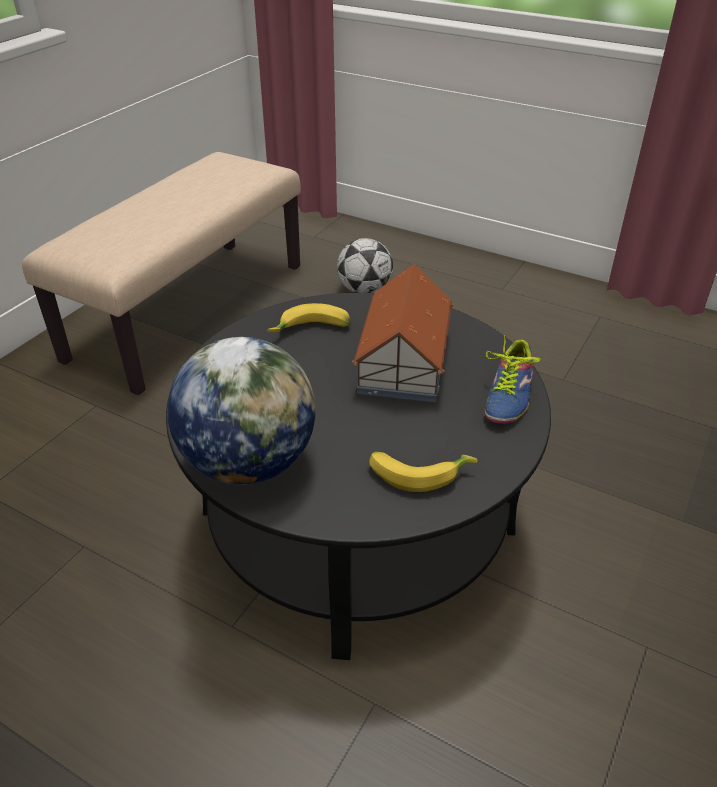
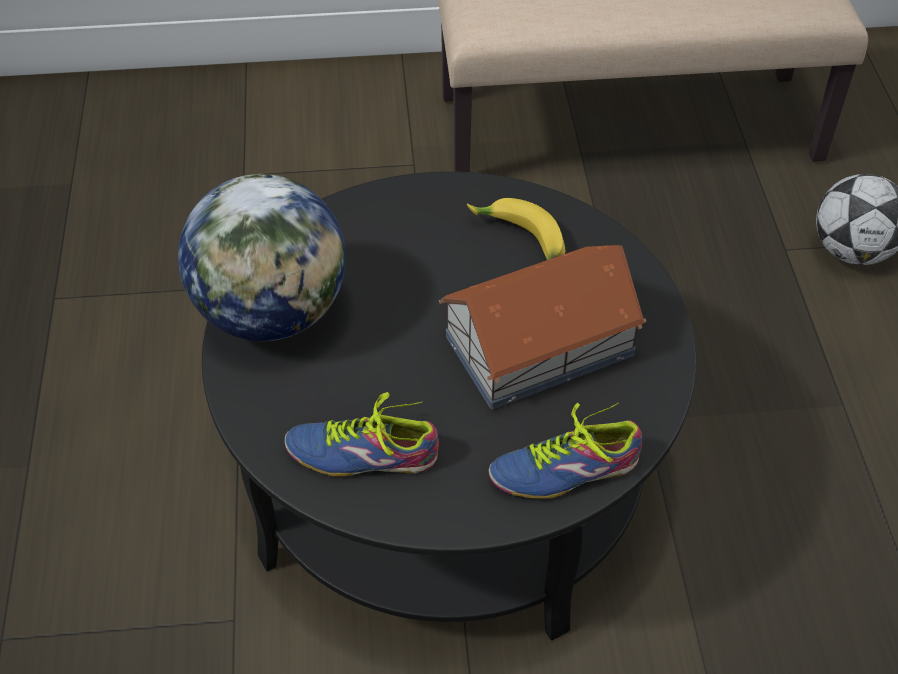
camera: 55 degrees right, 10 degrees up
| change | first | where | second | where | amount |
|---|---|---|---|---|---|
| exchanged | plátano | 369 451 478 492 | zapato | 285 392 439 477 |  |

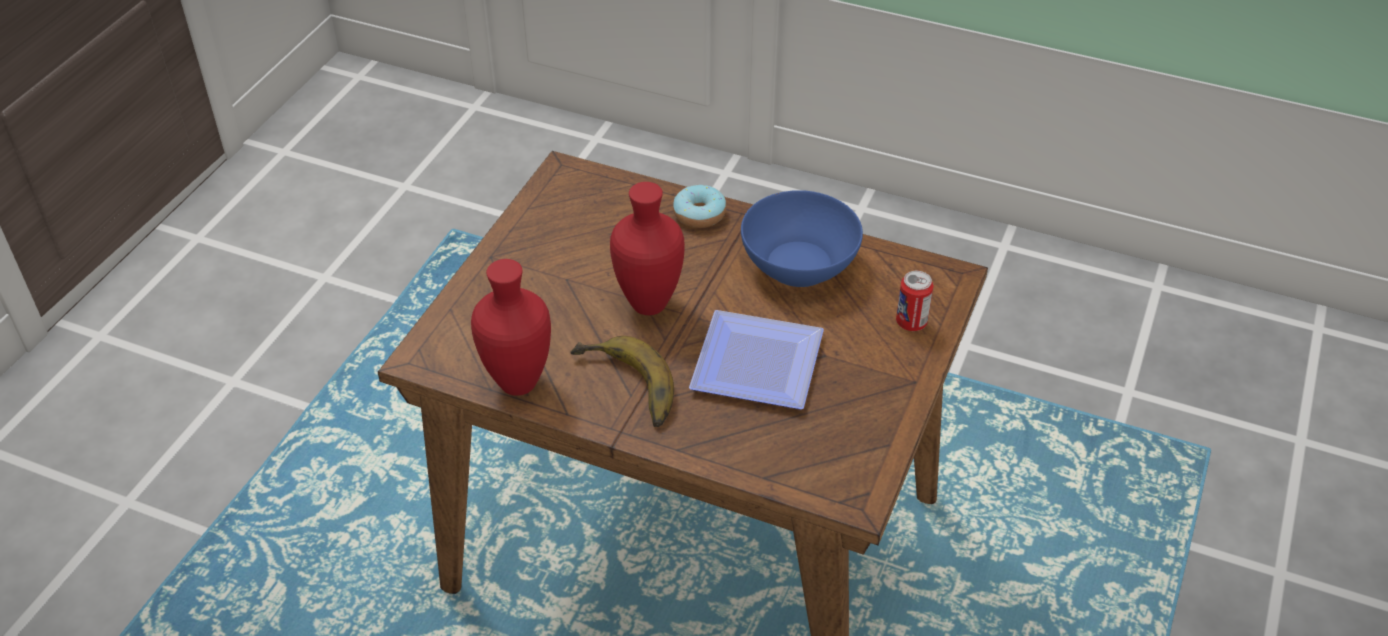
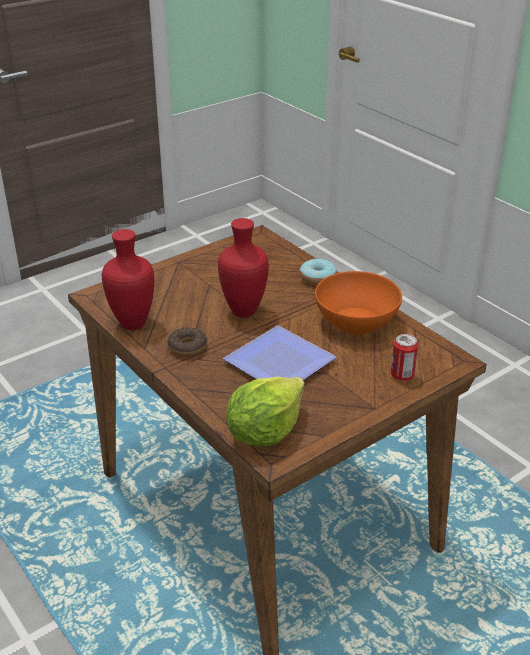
camera: 30 degrees right, 10 degrees down
| change | first | where | second | where | amount |
|---|---|---|---|---|---|
| exchanged | plátano | 570 336 674 427 | rosquilla | 167 327 207 357 |  |
| appeared |  |  | lechuga | 226 377 305 447 |  |
| colour | cuenco/azul | 741 190 863 287 | cuenco/naranja | 315 271 402 335 |  |

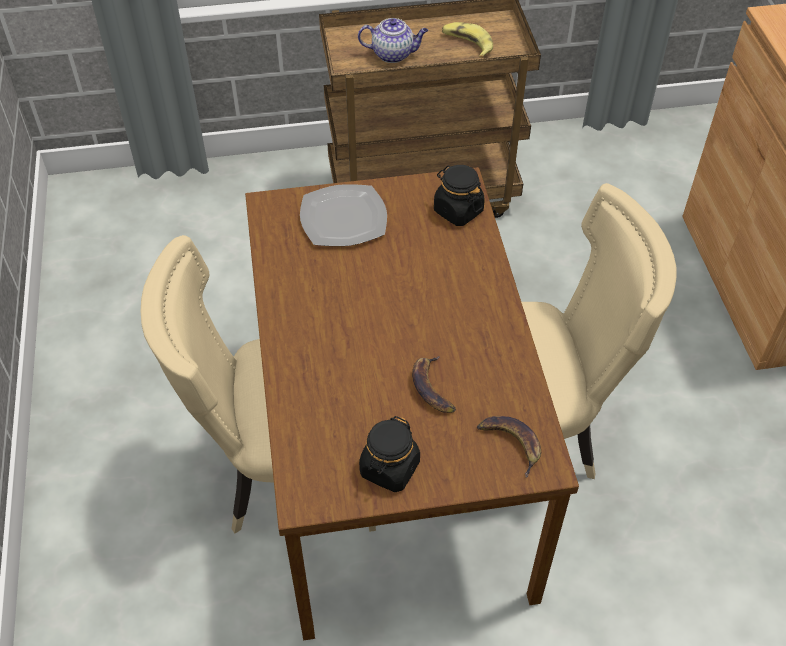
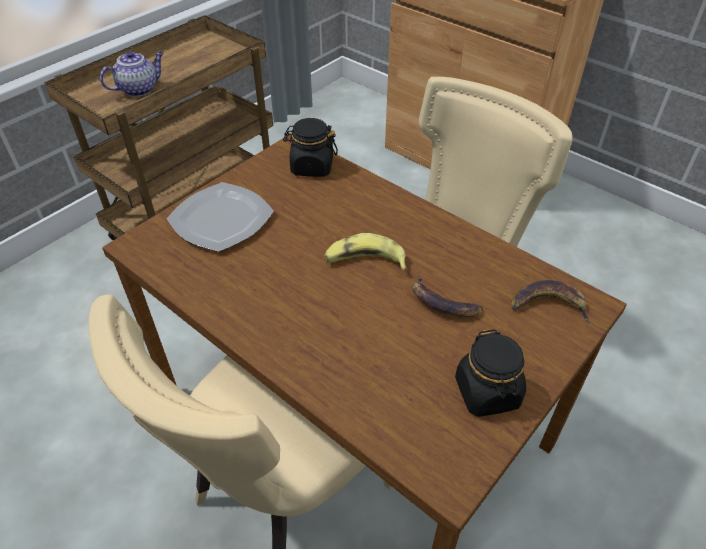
camera: 40 degrees left, 5 degrees down
| change | first | where | second | where | amount |
|---|---|---|---|---|---|
| relocated | plátano | 442 22 493 58 |  | 324 233 407 271 |  |

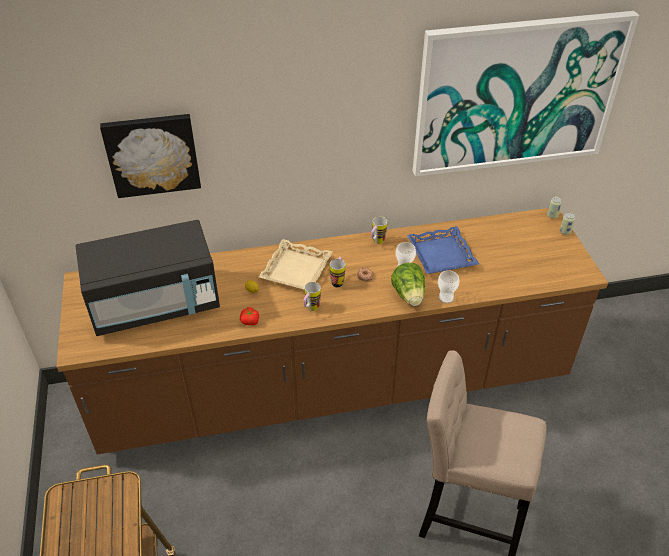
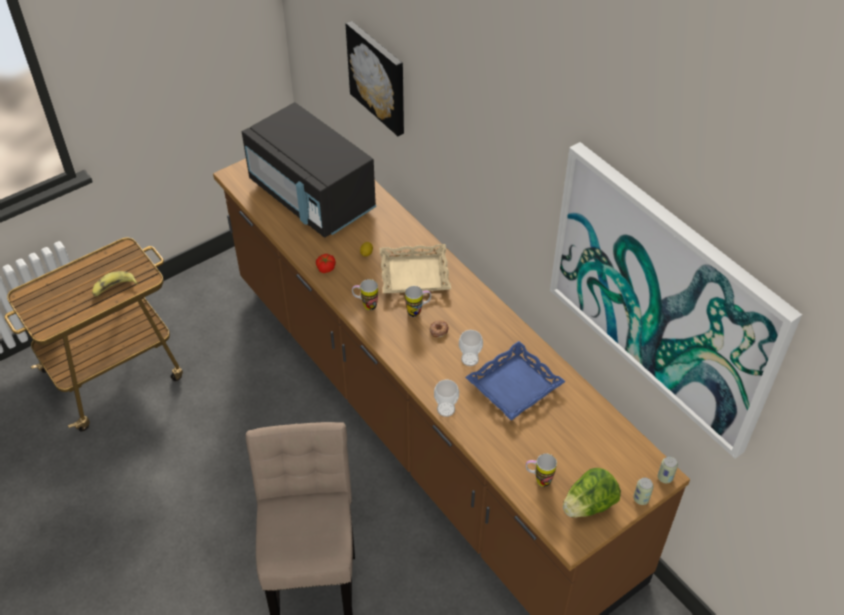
camera: 65 degrees right, 5 degrees up
| change | first | where | second | where | amount |
|---|---|---|---|---|---|
| appeared |  |  | plátano | 92 271 138 297 |  |
| relocated | taza grande | 371 216 387 244 |  | 526 454 557 487 |  |
| relocated | lechuga | 391 263 425 306 |  | 563 468 621 518 |  |

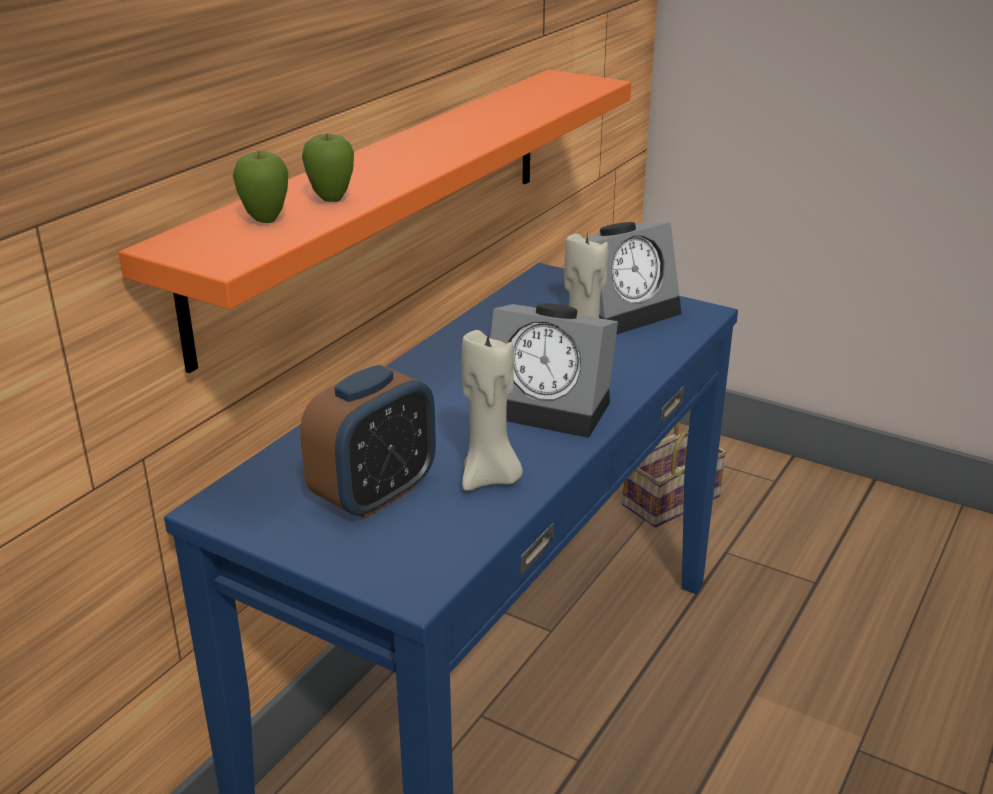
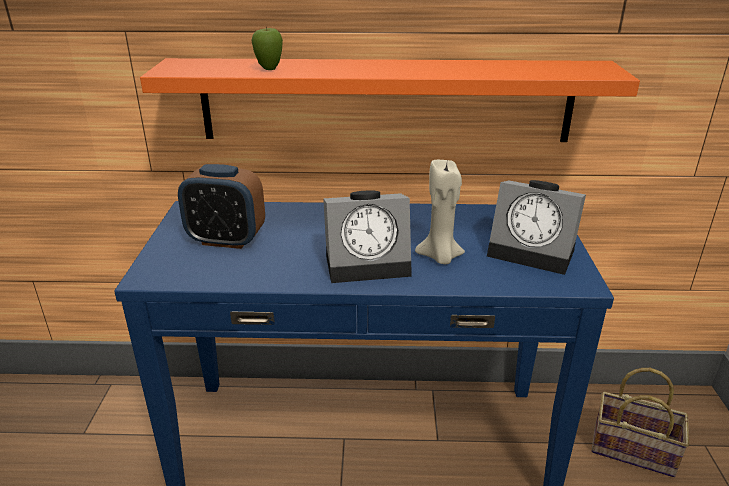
camera: 60 degrees right, 0 degrees up
| change | first | where | second | where | amount |
|---|---|---|---|---|---|
| spun | despertador | 491 303 618 438 |  | 323 190 412 283 | 90 degrees counterclockwise |
| missing | manzana | 233 151 288 223 |  |  |  |
| missing | vela/beis | 462 330 523 491 |  |  |  |

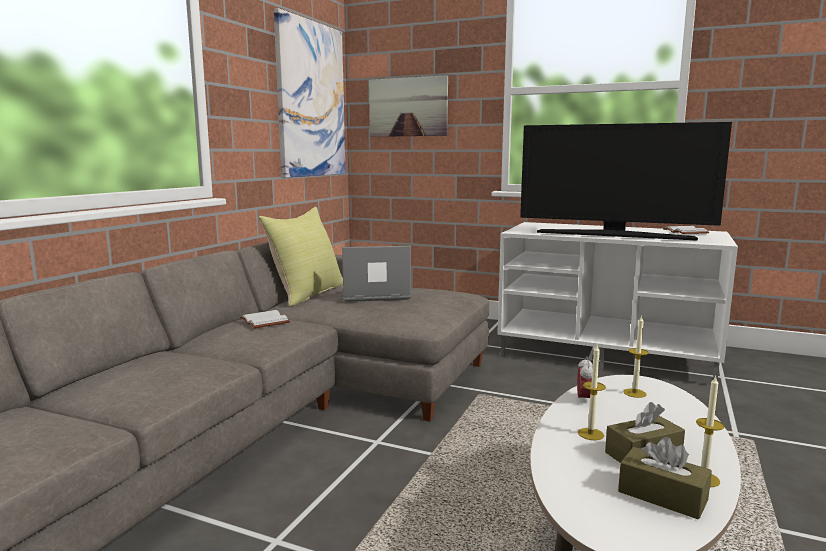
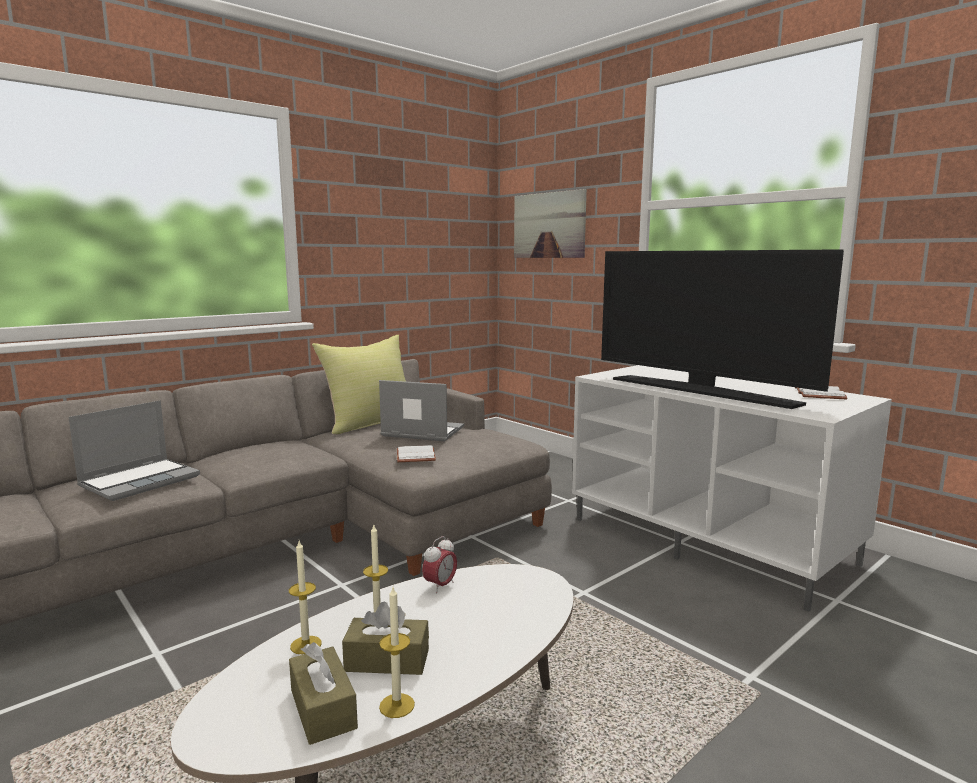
camera: 25 degrees right, 0 degrees up
| change | first | where | second | where | amount |
|---|---|---|---|---|---|
| appeared |  |  | portátil | 68 400 200 501 |  |
| relocated | vela | 624 315 649 398 |  | 289 541 321 654 |  |
| relocated | libro/blanco | 240 310 290 328 |  | 397 445 436 462 |  |
| missing | cuadro | 274 8 346 178 |  |  |  |

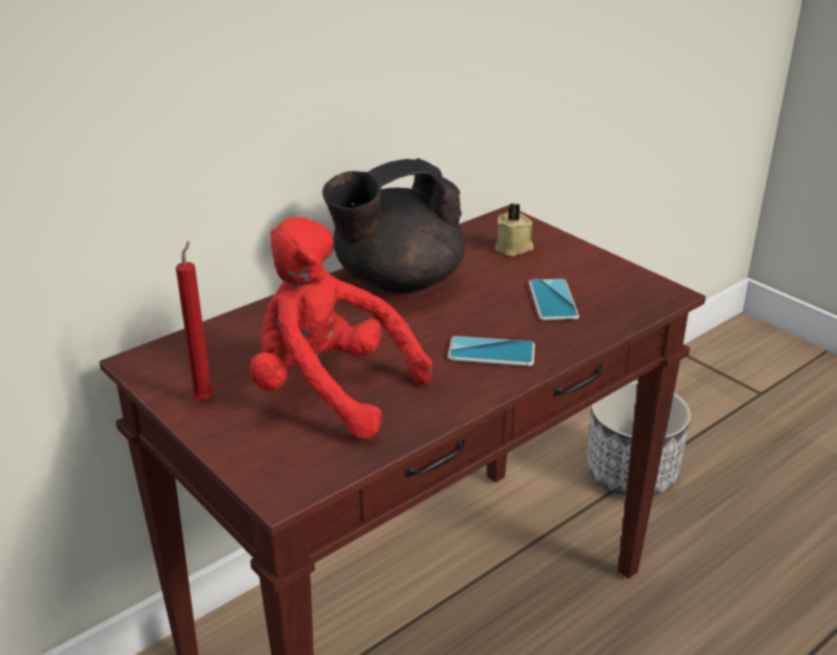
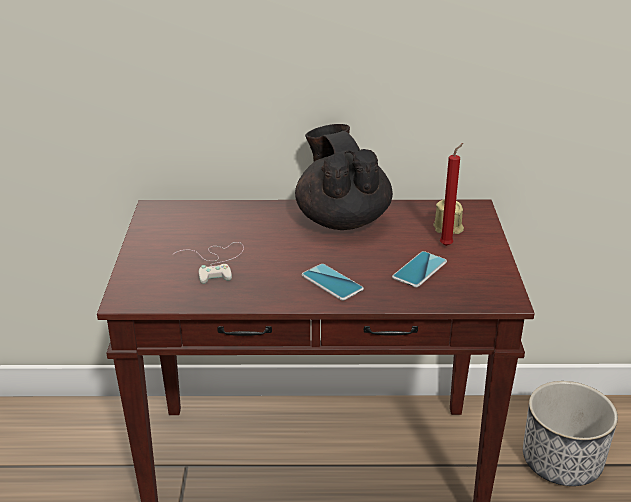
camera: 40 degrees right, 0 degrees up
| change | first | where | second | where | amount |
|---|---|---|---|---|---|
| exchanged | peluche/rojo | 249 217 432 438 | mando de consola/blanco | 172 242 244 284 |  |
| spun | tetera/negro | 322 158 465 294 |  | 295 124 393 230 | 60 degrees clockwise |
| relocated | vela/rojo | 176 241 214 401 |  | 440 143 463 246 |  |

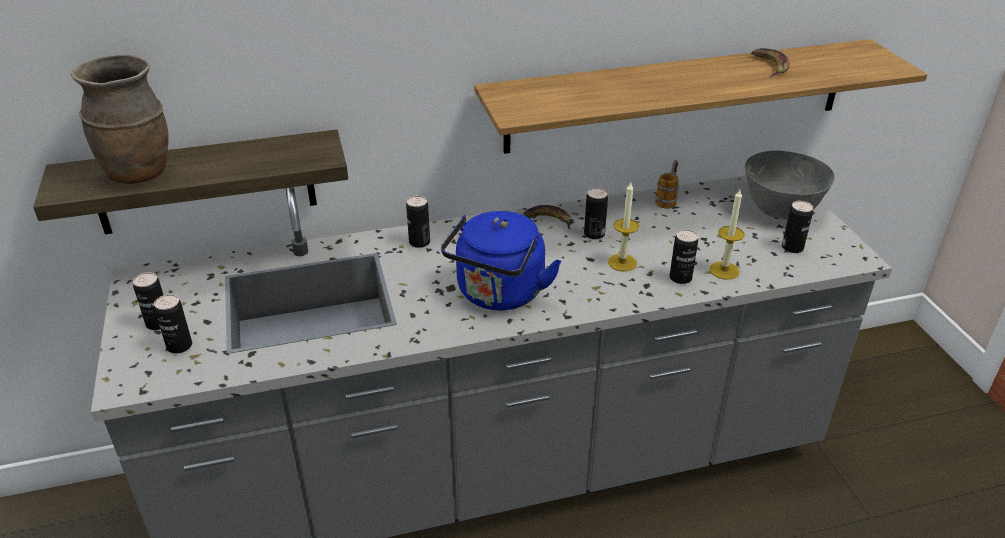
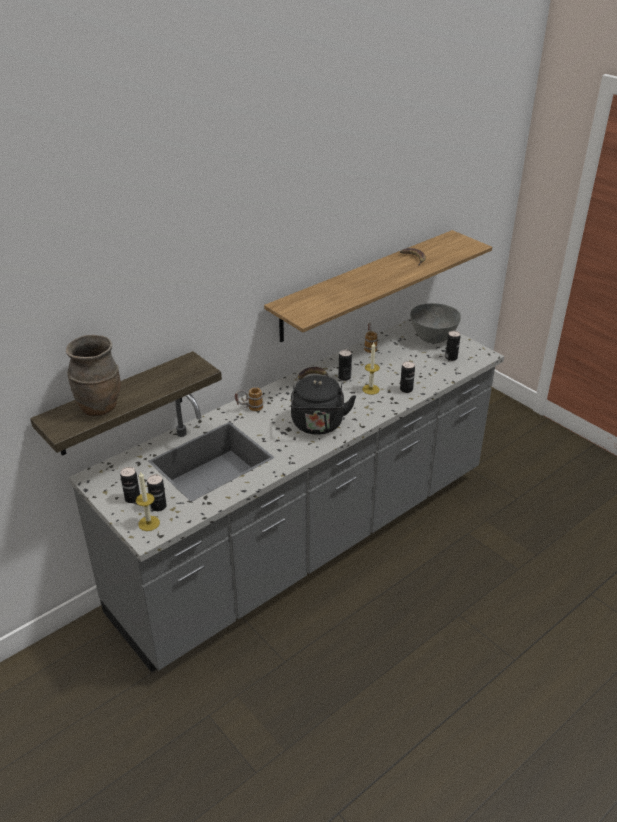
camera: 25 degrees left, 0 degrees up
| change | first | where | second | where | amount |
|---|---|---|---|---|---|
| relocated | vela | 710 190 745 280 |  | 136 471 160 531 |  |
| exchanged | lata | 406 196 430 248 | taza grande | 235 387 263 411 |  |
| colour | hervidor/azul | 441 211 562 310 | hervidor/negro | 291 375 356 435 |  |

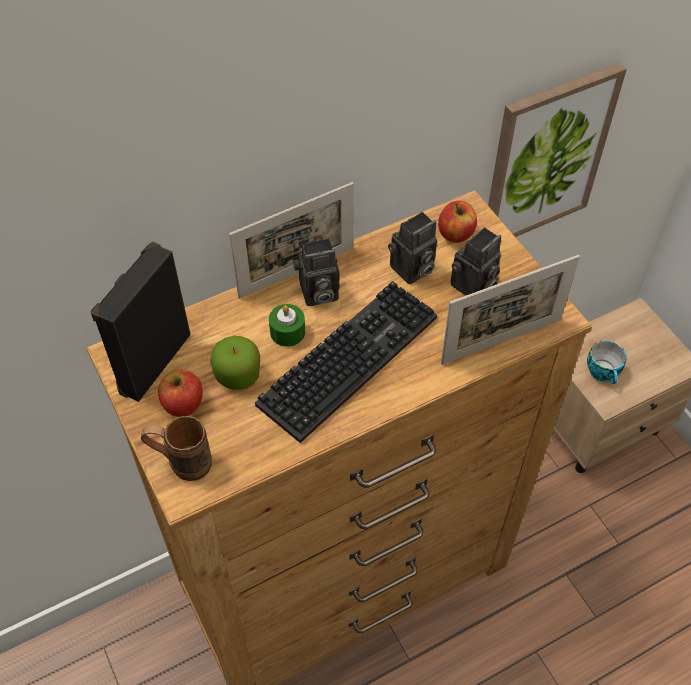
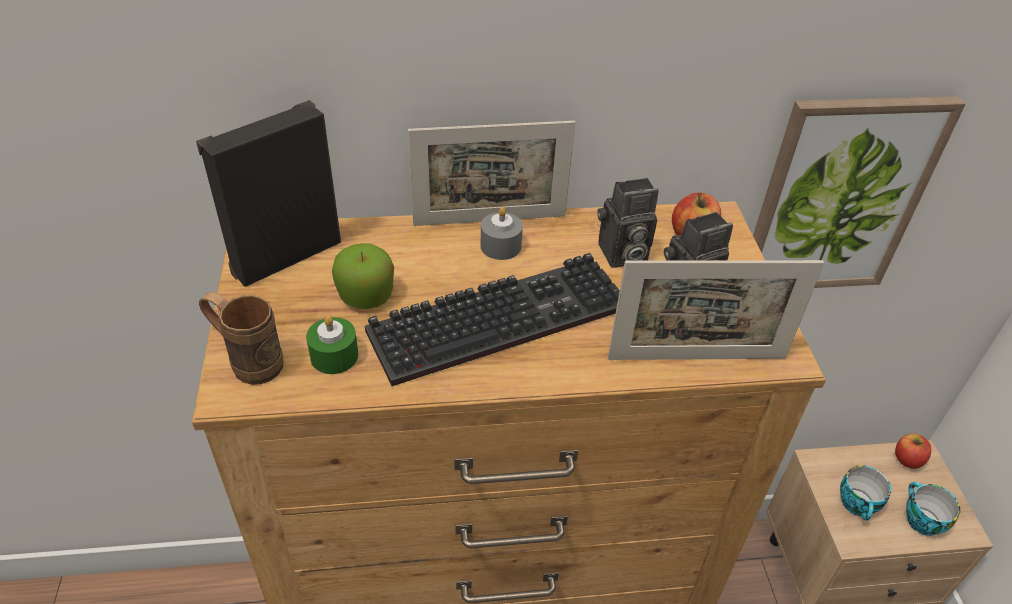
camera: 20 degrees right, 10 degrees down
| change | first | where | second | where | amount |
|---|---|---|---|---|---|
| relocated | vela/verde | 269 304 305 347 |  | 306 315 358 374 |  |
| exchanged | cámara | 293 238 339 306 | vela/gris | 480 207 523 260 |  |
| relocated | manzana | 158 369 203 417 |  | 895 433 931 469 |  |
| appeared |  |  | taza | 906 482 960 536 |  |

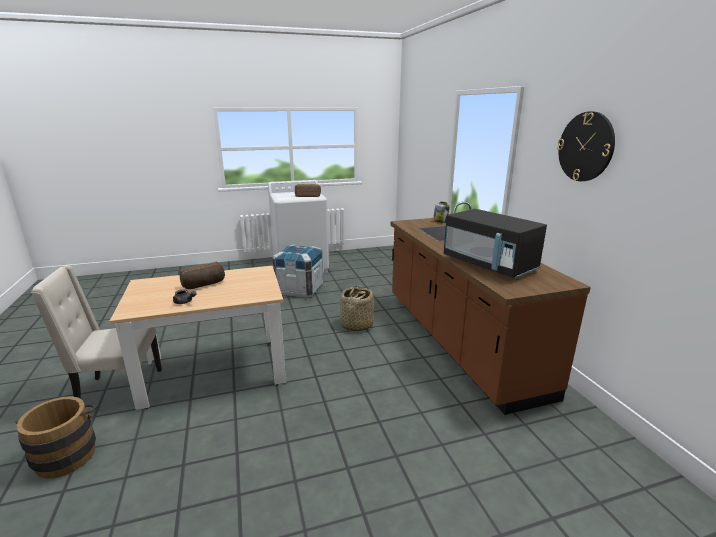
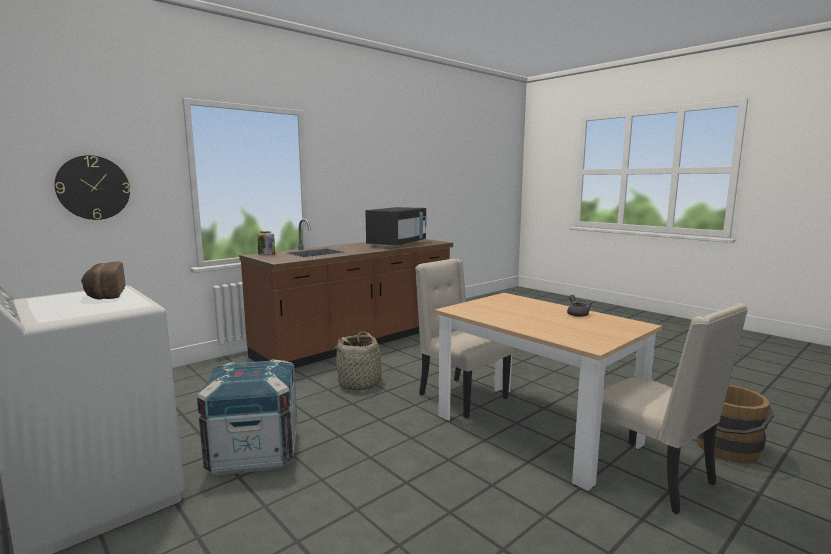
camera: 115 degrees left, 10 degrees down
| change | first | where | second | where | amount |
|---|---|---|---|---|---|
| relocated | reloj de pared | 557 111 615 181 |  | 54 155 130 220 |  |
| appeared |  |  | silla/beis | 415 259 512 418 |  |
| missing | pan | 179 262 225 289 |  |  |  |

